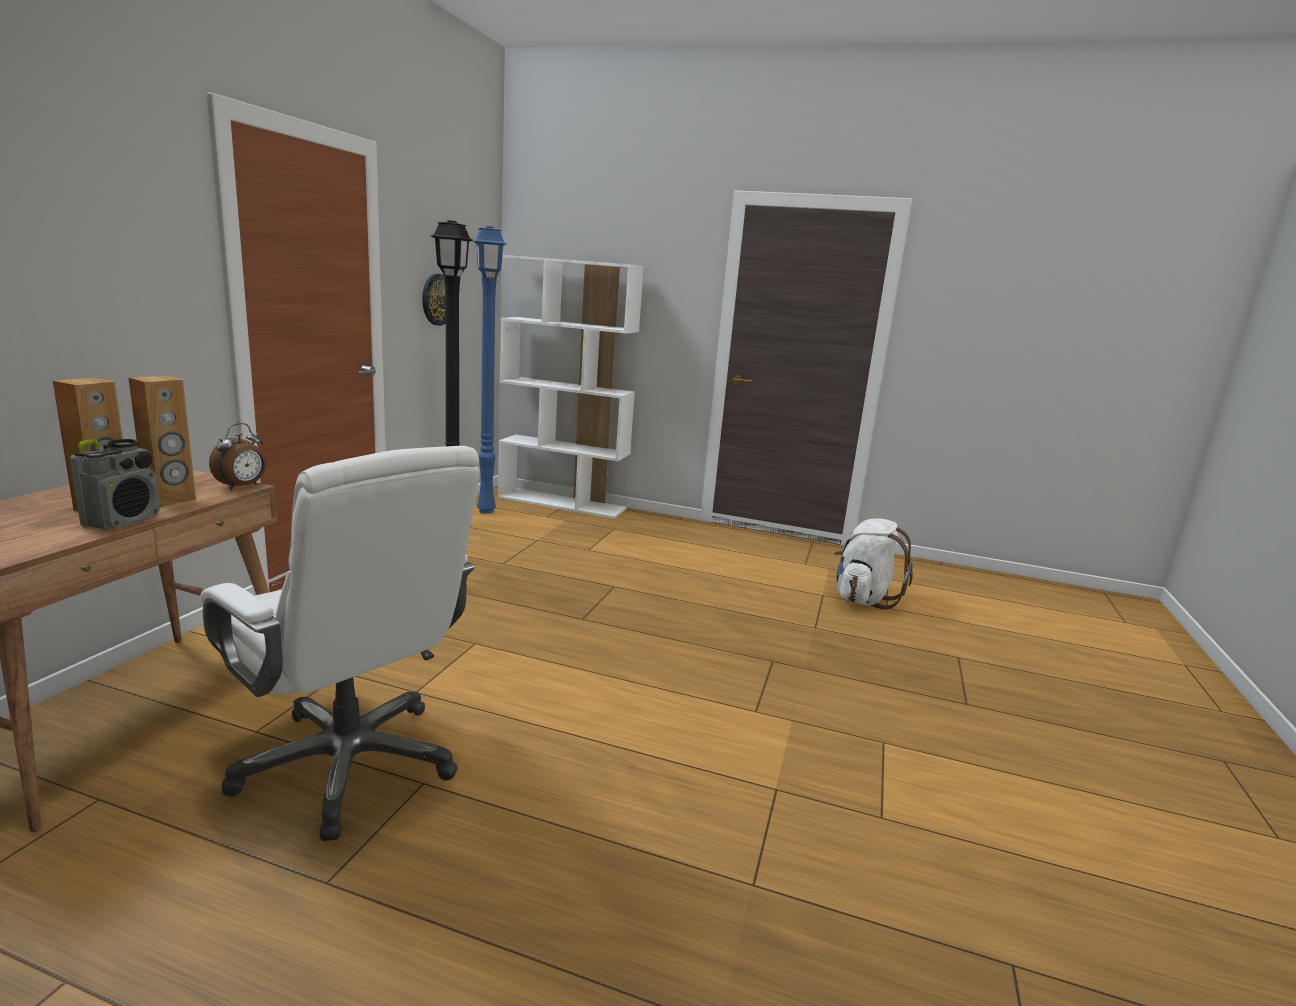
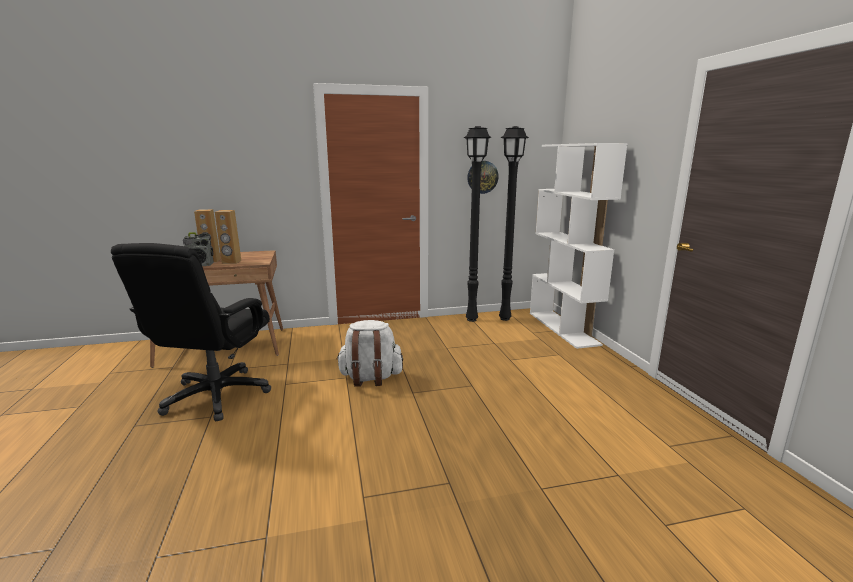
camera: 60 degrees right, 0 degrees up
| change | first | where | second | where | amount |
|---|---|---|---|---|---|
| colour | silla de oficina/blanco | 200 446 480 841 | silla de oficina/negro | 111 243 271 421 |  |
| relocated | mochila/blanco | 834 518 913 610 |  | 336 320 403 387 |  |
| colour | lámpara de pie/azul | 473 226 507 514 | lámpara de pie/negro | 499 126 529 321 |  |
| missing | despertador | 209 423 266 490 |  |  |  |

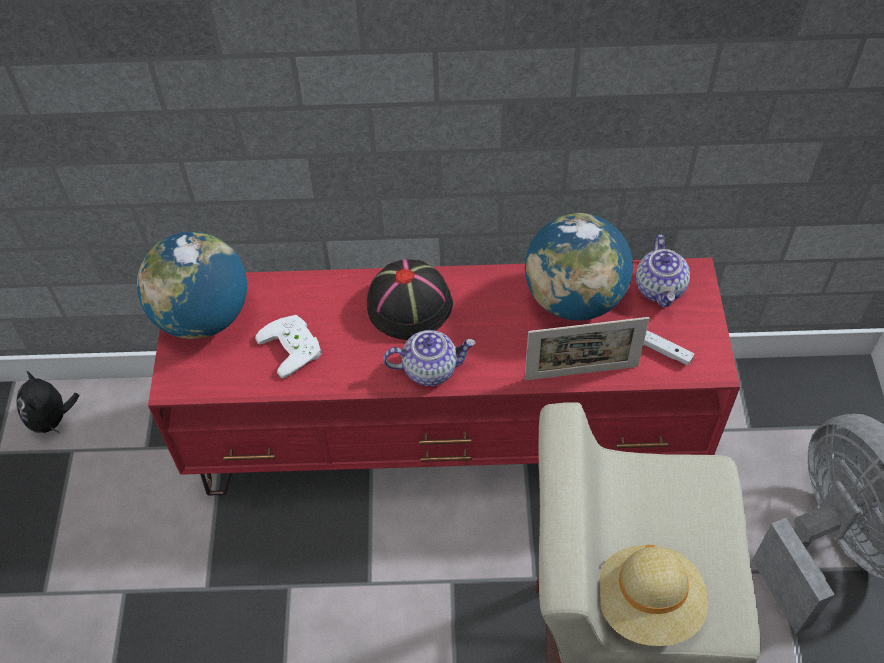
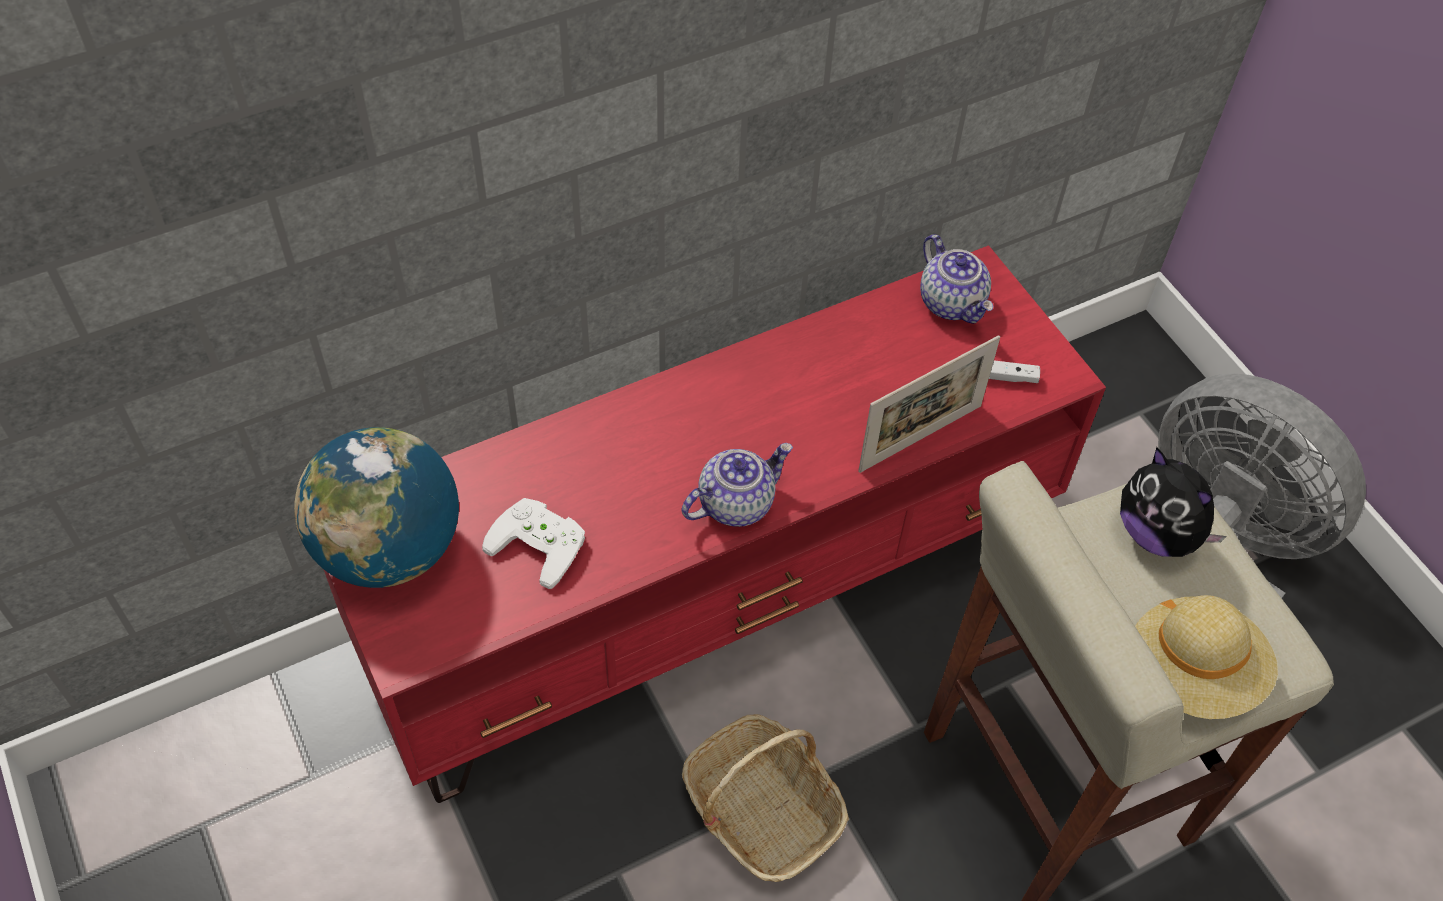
camera: 30 degrees left, 0 degrees up
| change | first | where | second | where | amount |
|---|---|---|---|---|---|
| appeared |  |  | cesta | 682 714 849 882 |  |
| relocated | peluche | 16 370 79 433 |  | 1120 447 1227 557 |  |
| missing | sombrero/negro | 367 259 453 340 |  |  |  |
| missing | globo terráqueo | 525 213 633 321 |  |  |  |

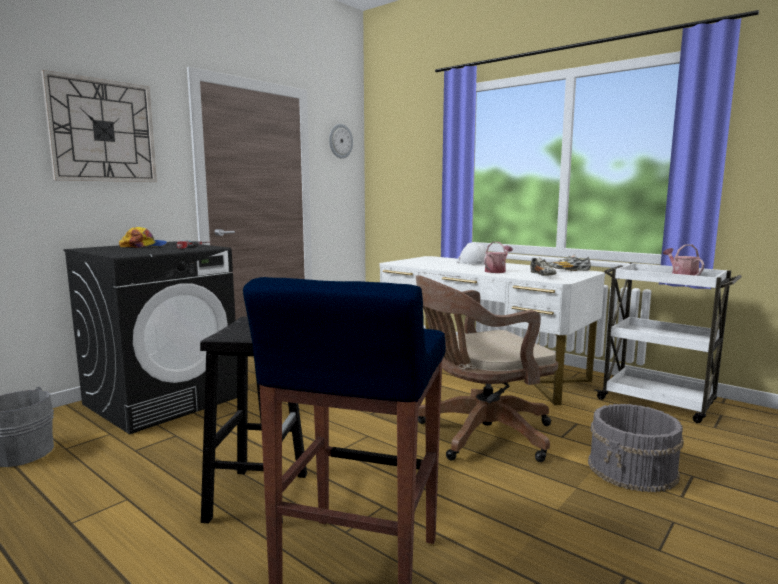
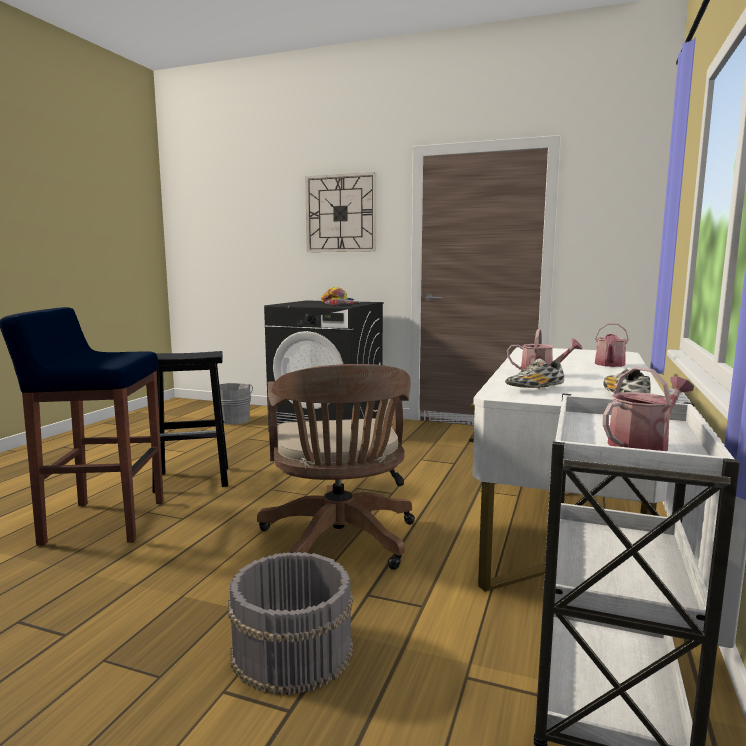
camera: 70 degrees right, 0 degrees up
| change | first | where | second | where | amount |
|---|---|---|---|---|---|
| spun | silla de oficina/marrón | 416 275 558 462 |  | 257 364 415 570 | 150 degrees counterclockwise |
| exchanged | casco/blanco | 456 243 486 265 | regadera | 595 323 629 367 |  |
| missing | reloj de pared | 329 124 353 158 |  |  |  |

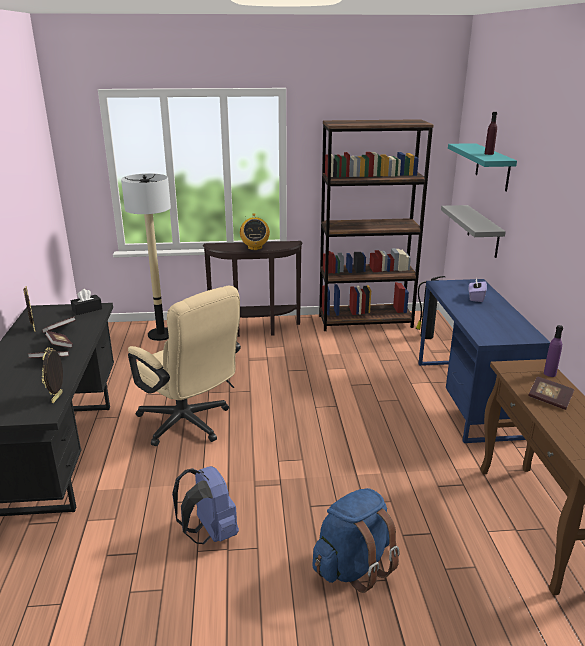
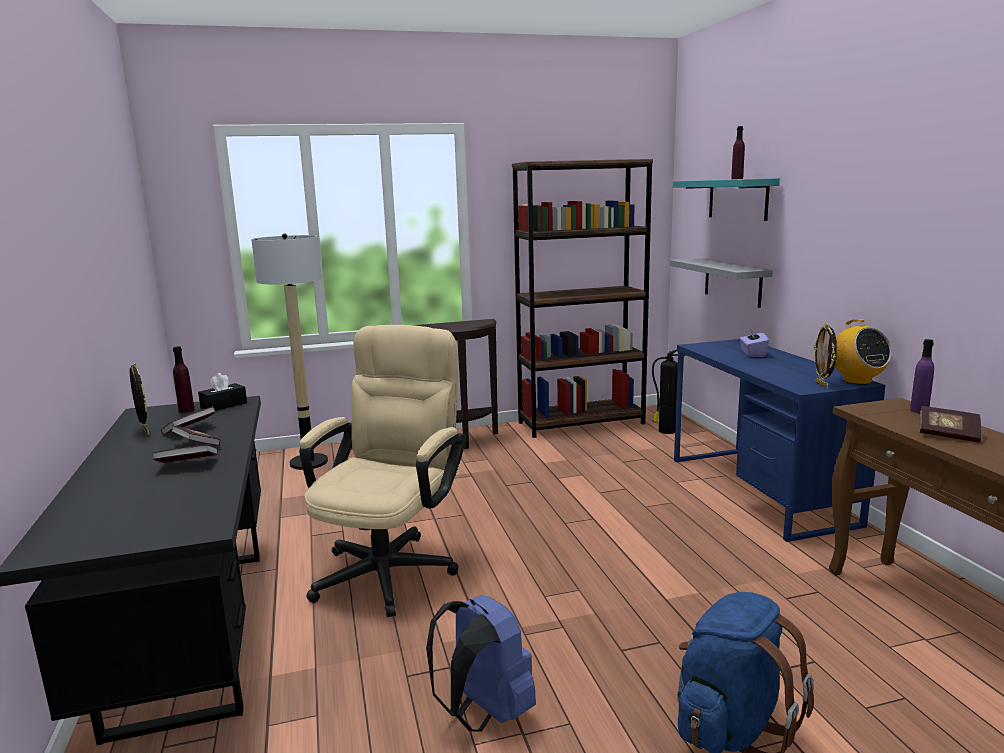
camera: 10 degrees left, 10 degrees down
| change | first | where | second | where | amount |
|---|---|---|---|---|---|
| appeared |  |  | botella/morado | 173 346 195 413 |  |
| spun | silla de oficina/beis | 128 286 241 446 |  | 299 325 466 617 | 105 degrees counterclockwise |
| relocated | portarretratos | 42 347 63 403 |  | 814 323 837 388 |  |
| relocated | radio | 240 214 270 250 |  | 835 319 892 385 |  |

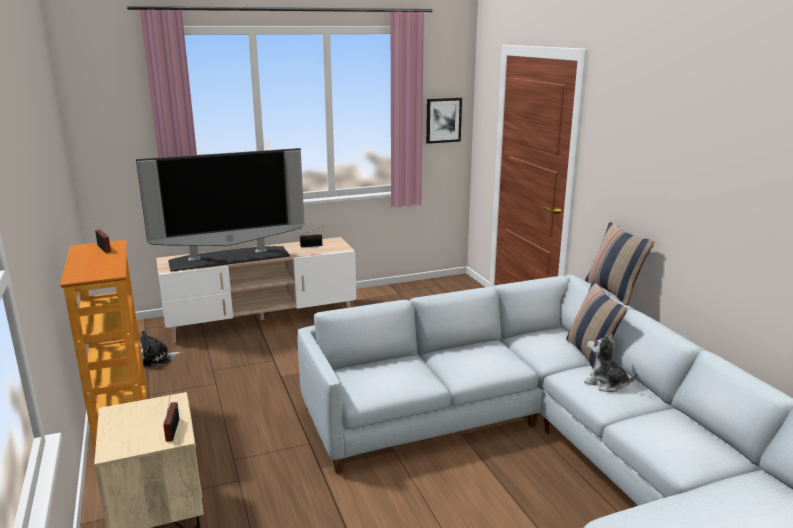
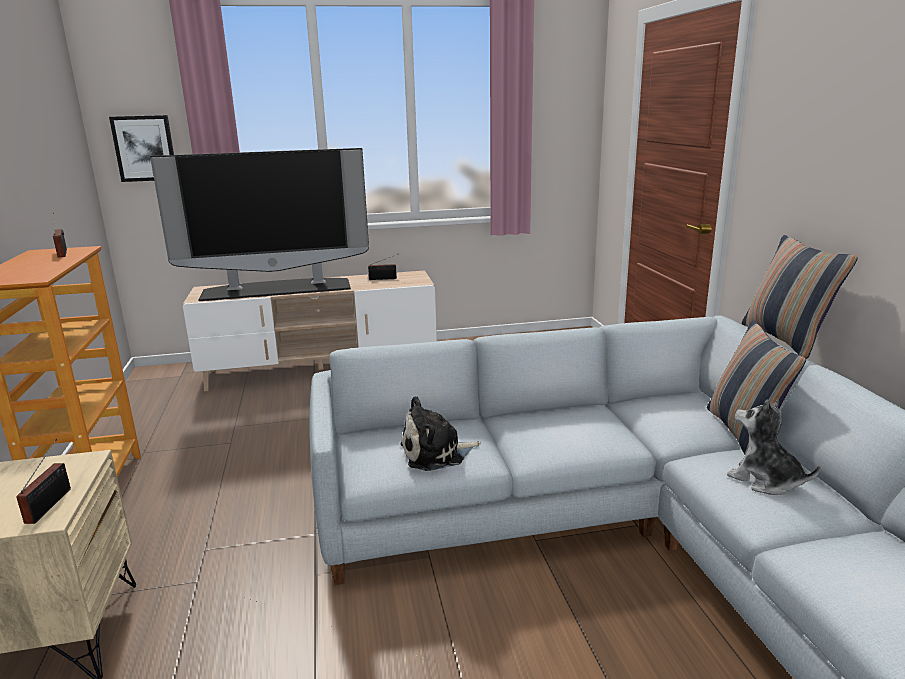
camera: 10 degrees right, 0 degrees up
| change | first | where | second | where | amount |
|---|---|---|---|---|---|
| relocated | cuadro | 426 98 462 144 |  | 109 115 174 182 |  |
| relocated | peluche | 139 330 182 367 |  | 400 396 481 471 |  |

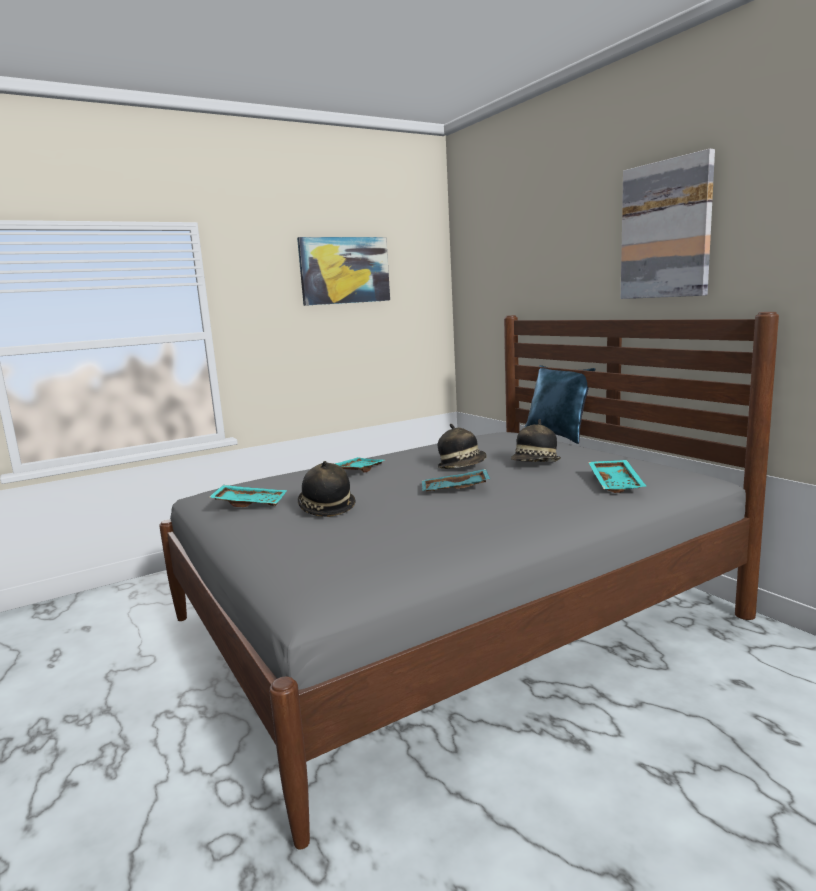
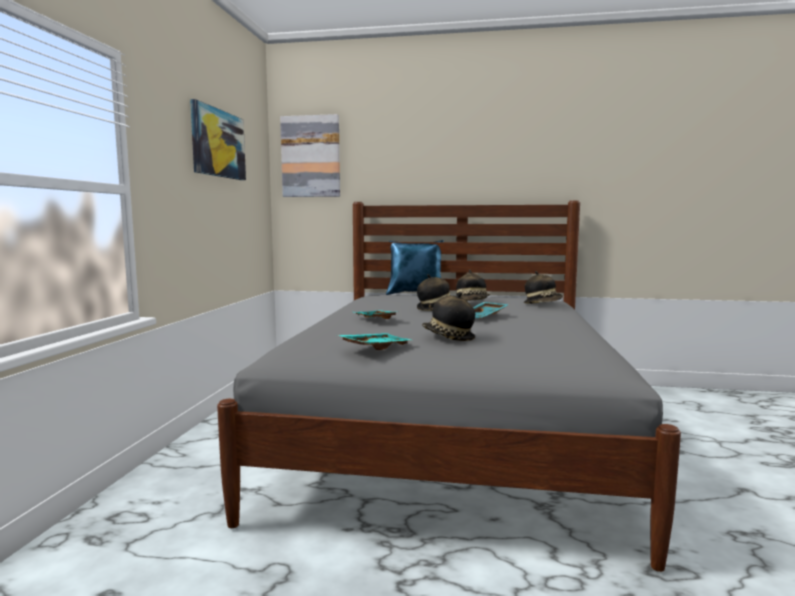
camera: 50 degrees left, 5 degrees down
| change | first | where | second | where | amount |
|---|---|---|---|---|---|
| relocated | cuadro | 621 149 715 299 |  | 280 114 340 197 |  |
| exchanged | bandeja/turquesa | 588 460 646 493 | sombrero | 524 271 563 304 |  |

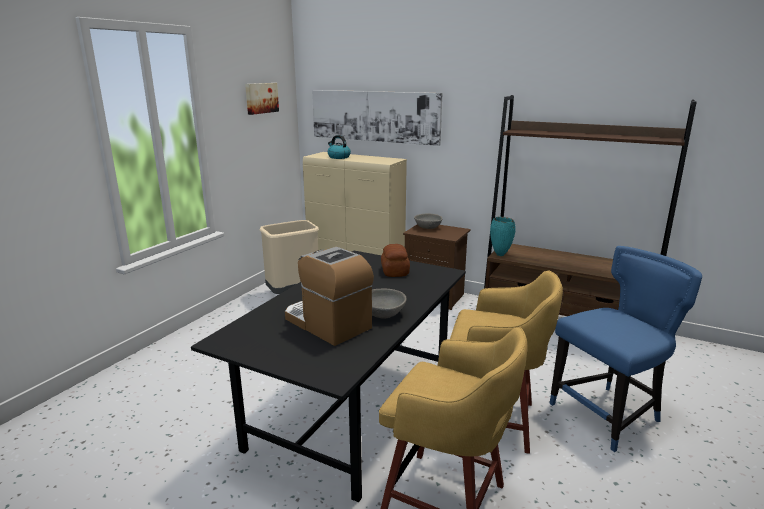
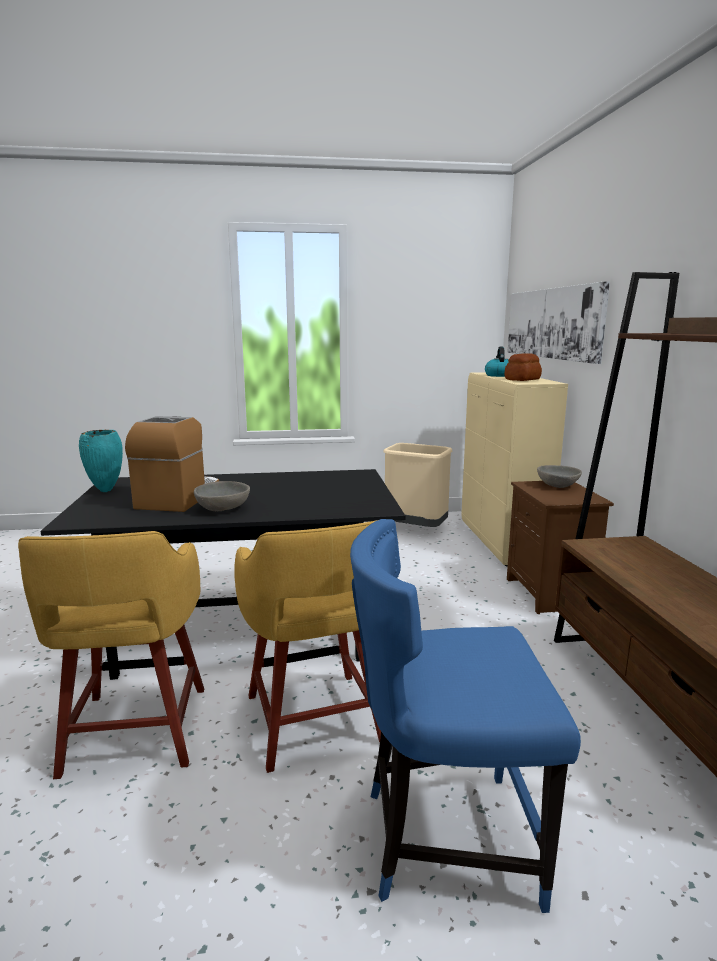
camera: 55 degrees right, 5 degrees down
| change | first | where | second | where | amount |
|---|---|---|---|---|---|
| relocated | florero/turquesa | 490 217 516 256 |  | 79 430 123 492 |  |
| spun | silla/azul | 549 246 702 452 |  | 350 519 581 913 | 150 degrees clockwise |
| relocated | pan | 381 244 410 277 |  | 504 353 542 381 |  |
| missing | cuadro | 245 83 279 115 |  |  |  |

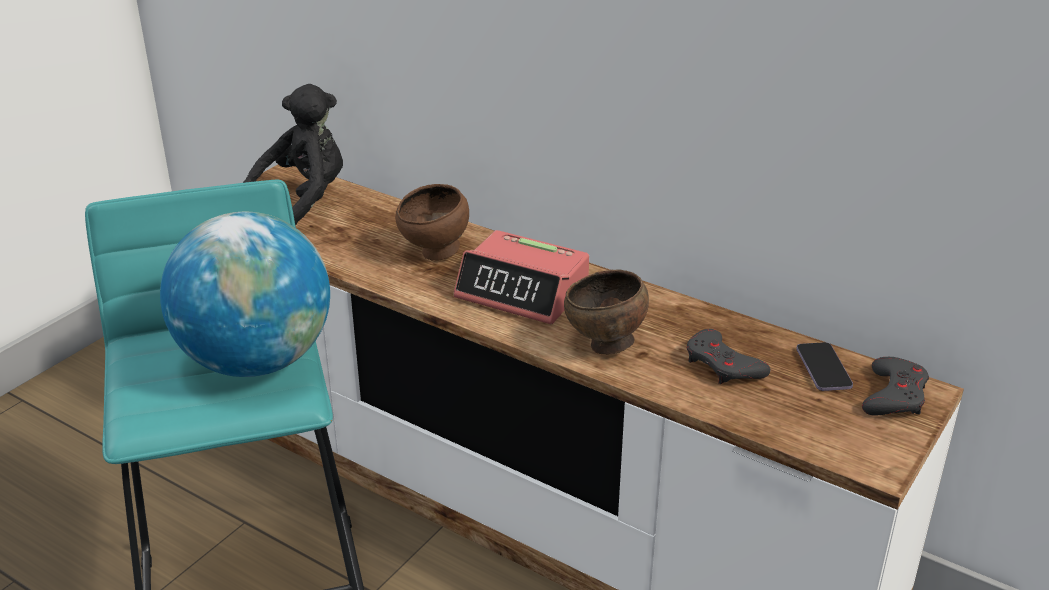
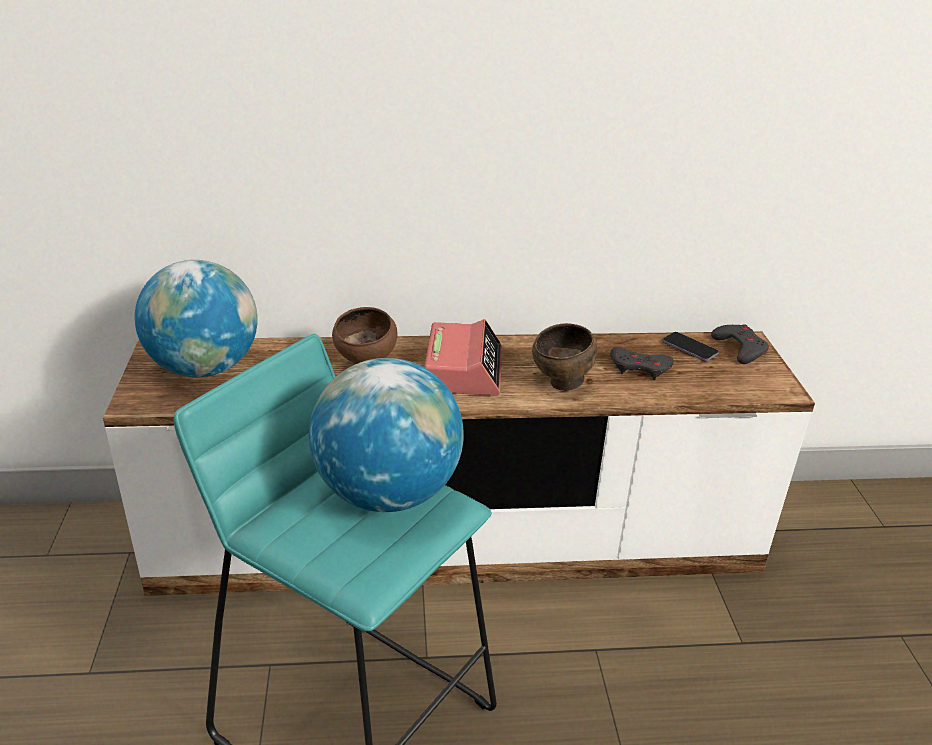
camera: 40 degrees left, 0 degrees up
| change | first | where | second | where | amount |
|---|---|---|---|---|---|
| exchanged | peluche/negro | 243 84 343 226 | globo terráqueo | 135 260 258 377 |  |
| spun | despertador | 453 230 589 324 |  | 424 319 502 396 | 75 degrees counterclockwise |

